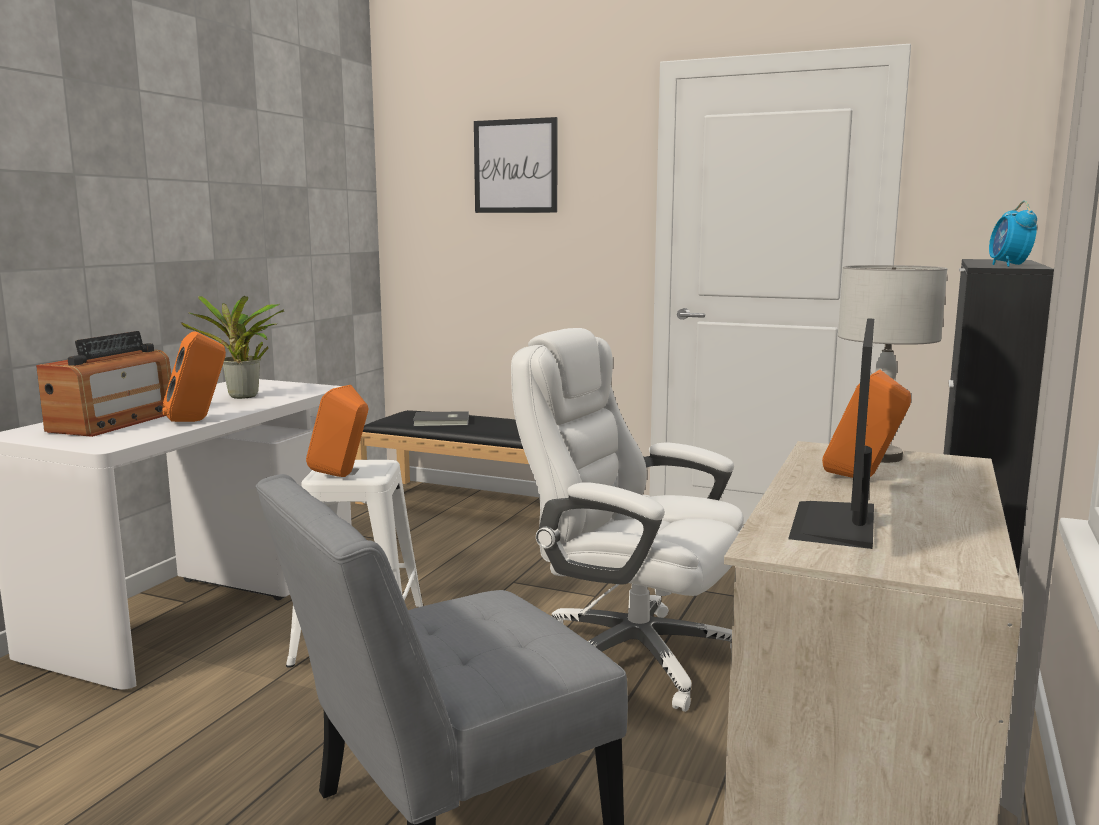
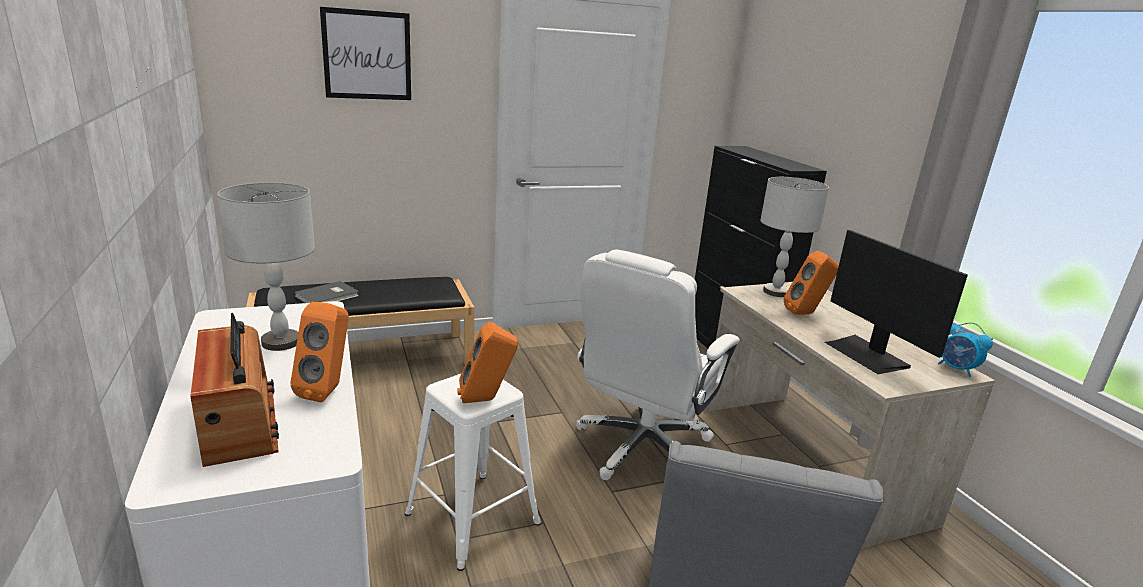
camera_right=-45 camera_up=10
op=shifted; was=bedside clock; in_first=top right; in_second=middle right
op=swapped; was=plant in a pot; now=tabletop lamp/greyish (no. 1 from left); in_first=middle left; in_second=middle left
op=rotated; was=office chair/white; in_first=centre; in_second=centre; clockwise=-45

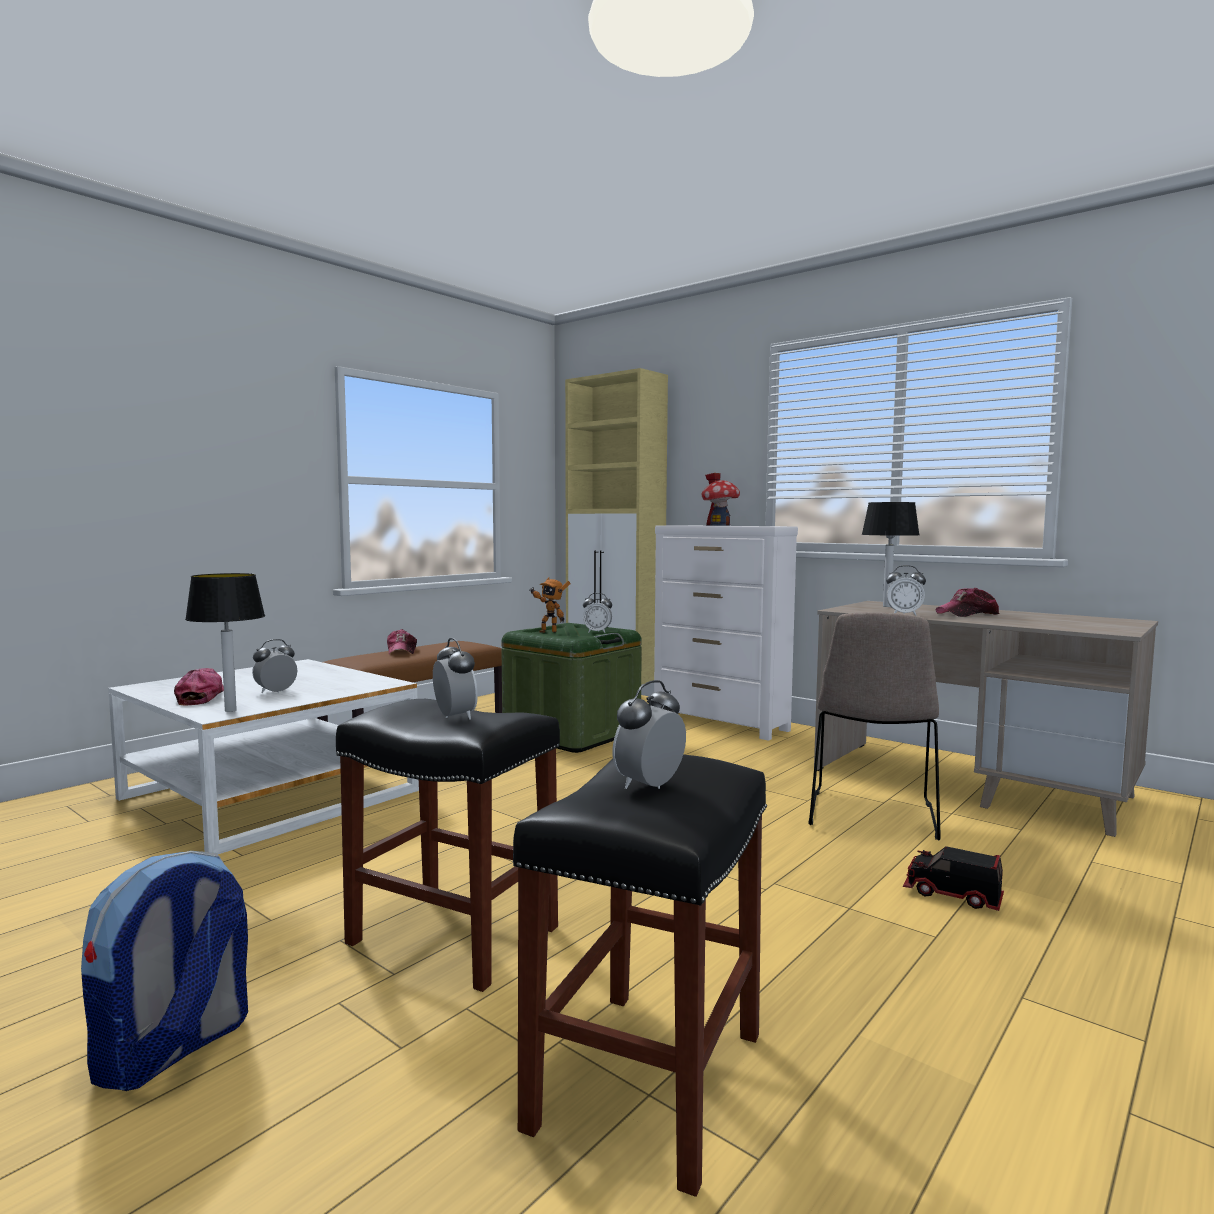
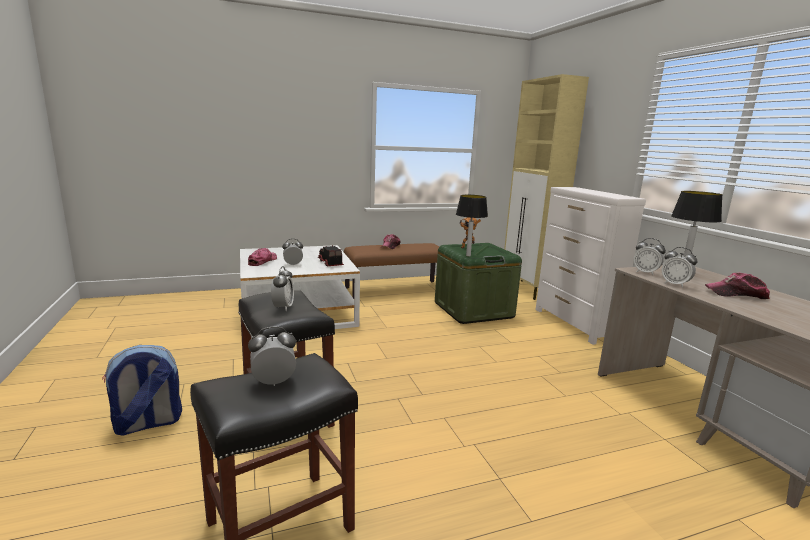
camera_right=30 camera_up=10
op=gone; was=model house; in_first=centre
op=gone; was=upright chair/beige; in_first=middle right
op=shifted; was=tabletop lamp (no. 1 from left); in_first=middle left; in_second=centre
op=shifted; was=bedside clock (no. 3 from left in the first image); now=bedside clock (no. 4 from left); in_first=centre; in_second=middle right
op=shifted; was=toy lorry; in_first=bottom right; in_second=centre

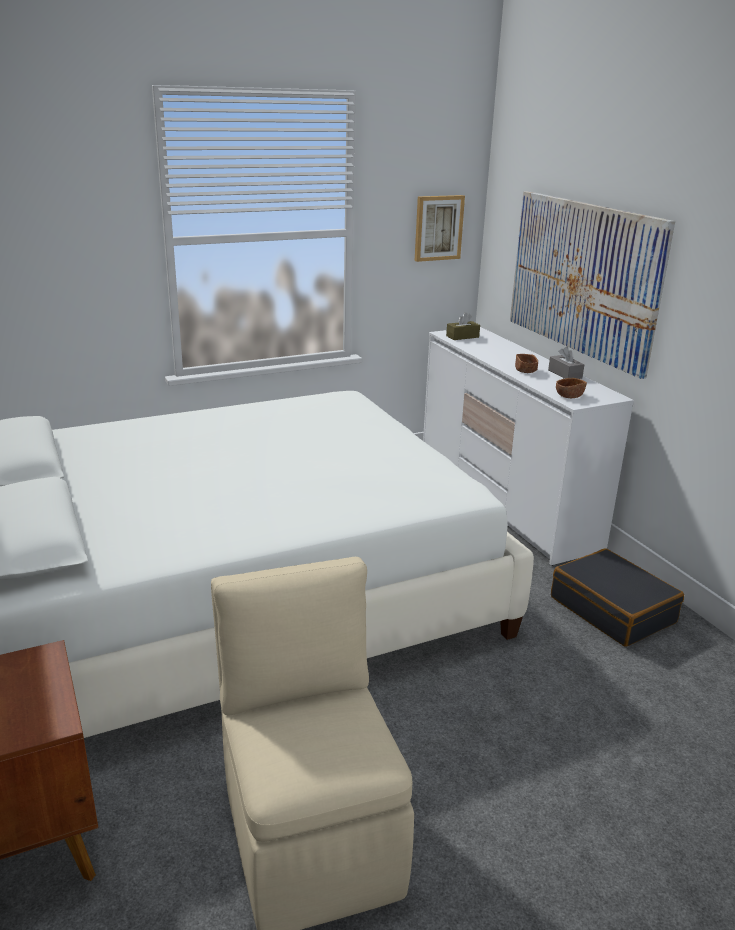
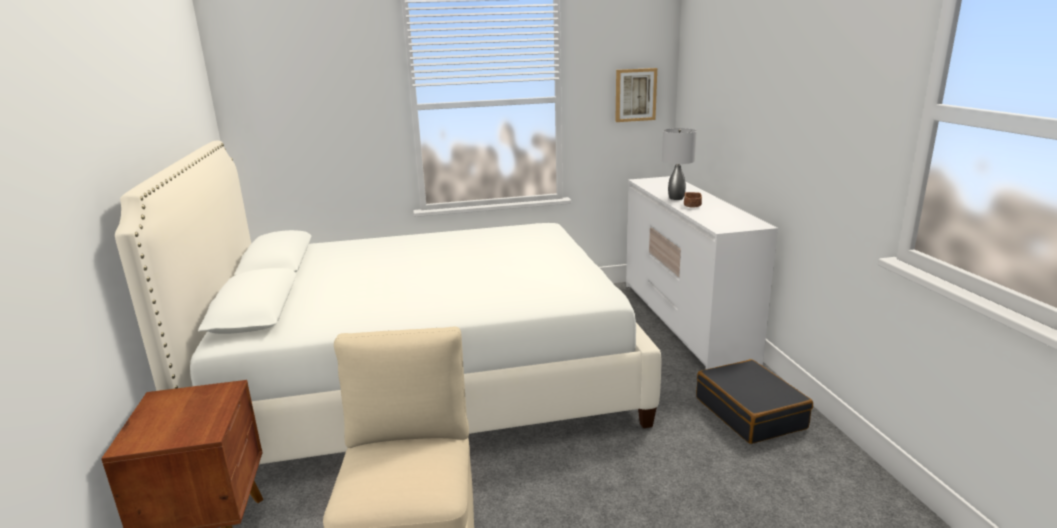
camera_right=15 camera_up=-5
op=gone; was=box of tissues/brown; in_first=centre
op=gone; was=wall art (no. 2 from left); in_first=top right
op=gone; was=box of tissues/greyish; in_first=middle right
op=gone; was=bowl/brown (no. 2 from left); in_first=middle right
op=new; now=tabletop lamp/greyish; in_second=top centre

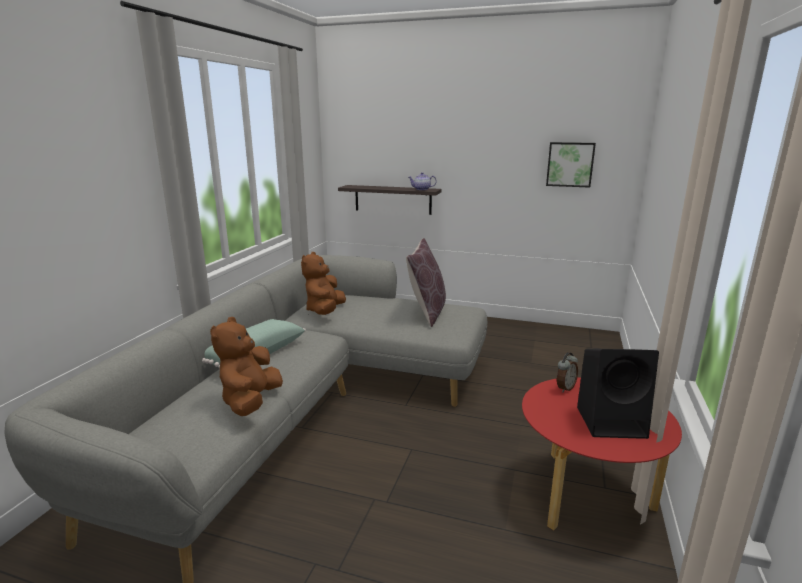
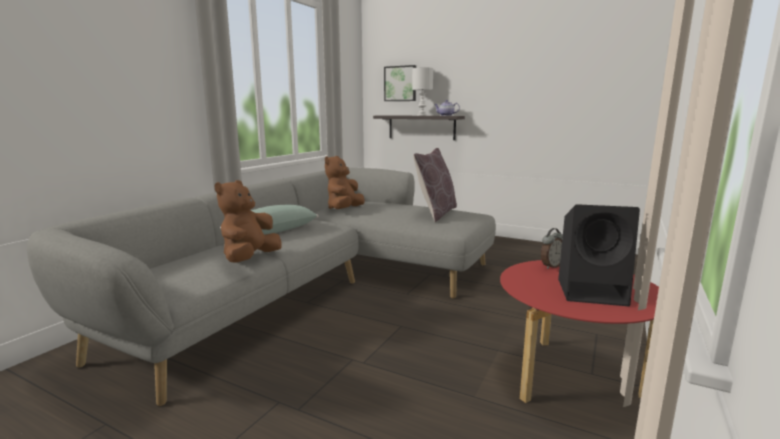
camera_right=10 camera_up=-5
op=new; now=tabletop lamp/white; in_second=top centre
op=shifted; was=wall art; in_first=top right; in_second=top centre

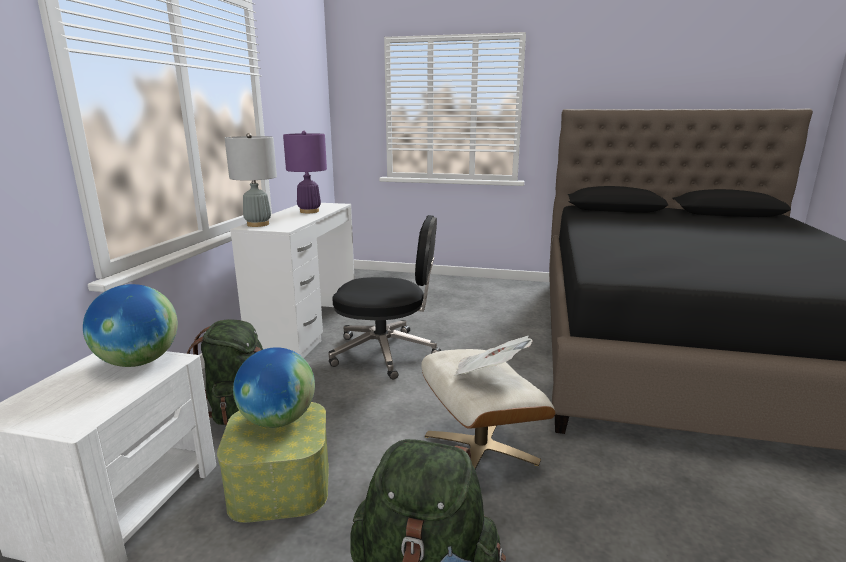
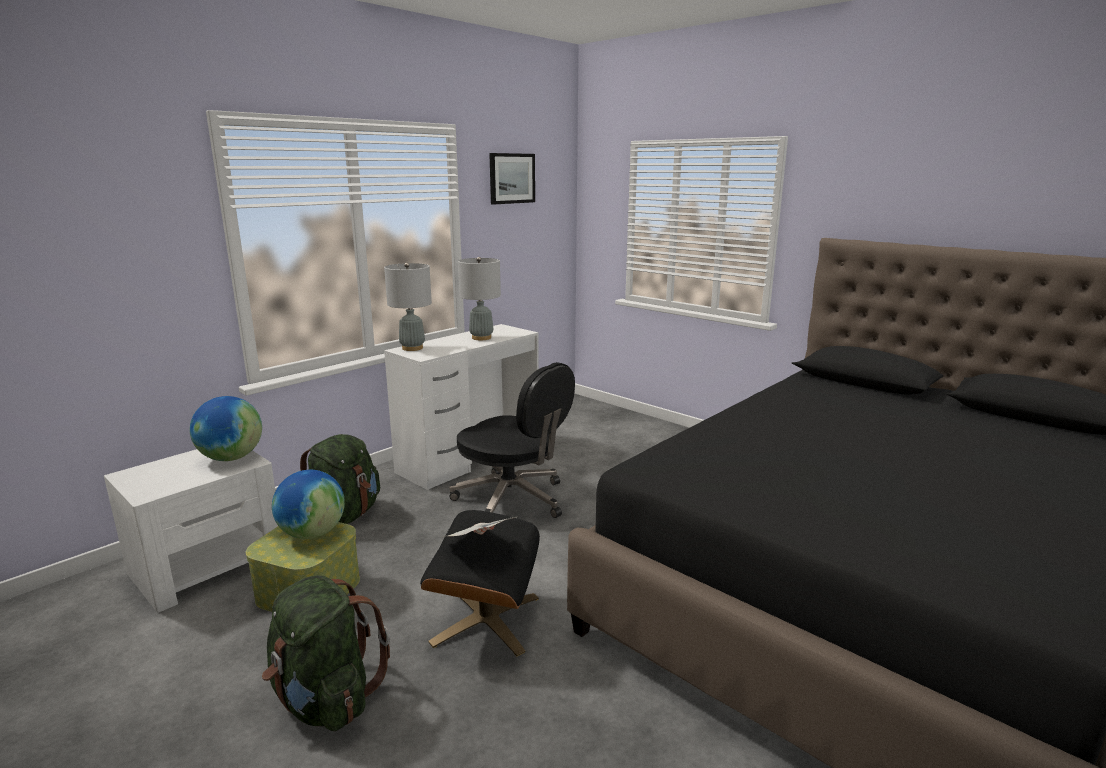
camera_right=30 camera_up=0
op=new; now=wall art; in_second=top centre
op=repainted; was=tabletop lamp/purple; now=tabletop lamp/greyish (no. 2 from left); in_first=top centre; in_second=centre
op=repainted; was=footrest/beige; now=footrest/black; in_first=bottom centre; in_second=bottom centre

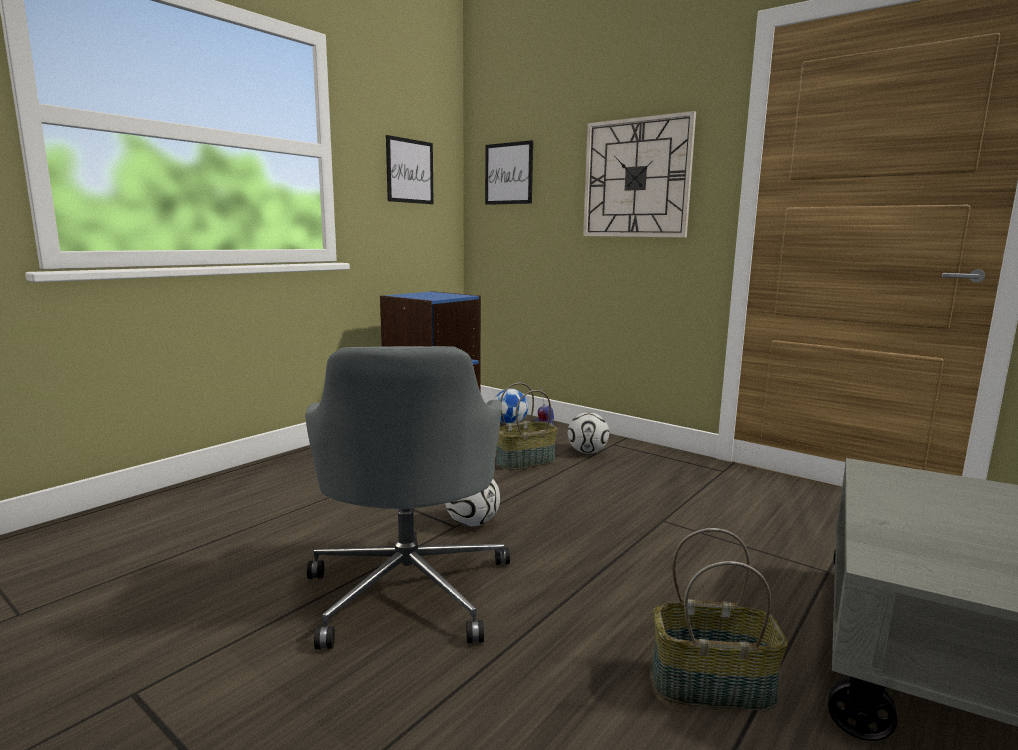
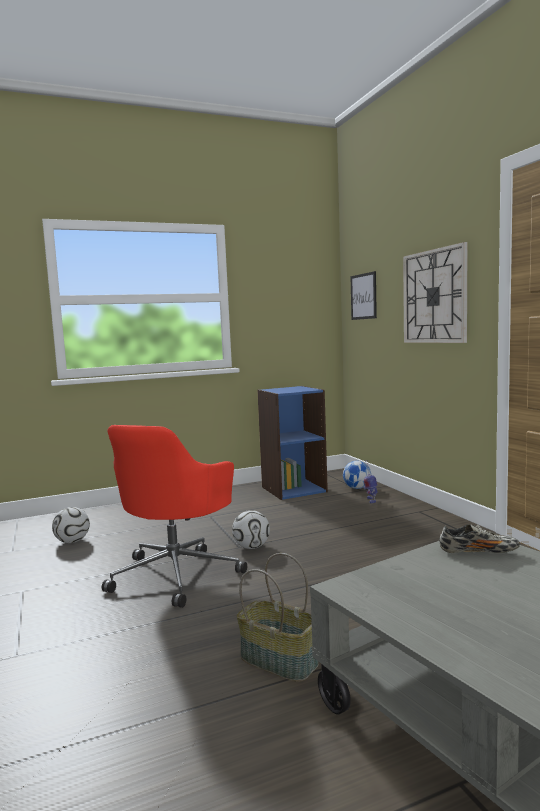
camera_right=30 camera_up=-5
op=gone; was=wall art (no. 1 from left); in_first=top centre
op=gone; was=storage basket (no. 1 from left); in_first=centre
op=new; now=item of footwear; in_second=middle right
op=shifted; was=ball for football (no. 3 from left in the first image); now=ball for football (no. 1 from left); in_first=centre; in_second=middle left
op=repainted; was=office chair/greyish; now=office chair/reddish; in_first=centre; in_second=middle left

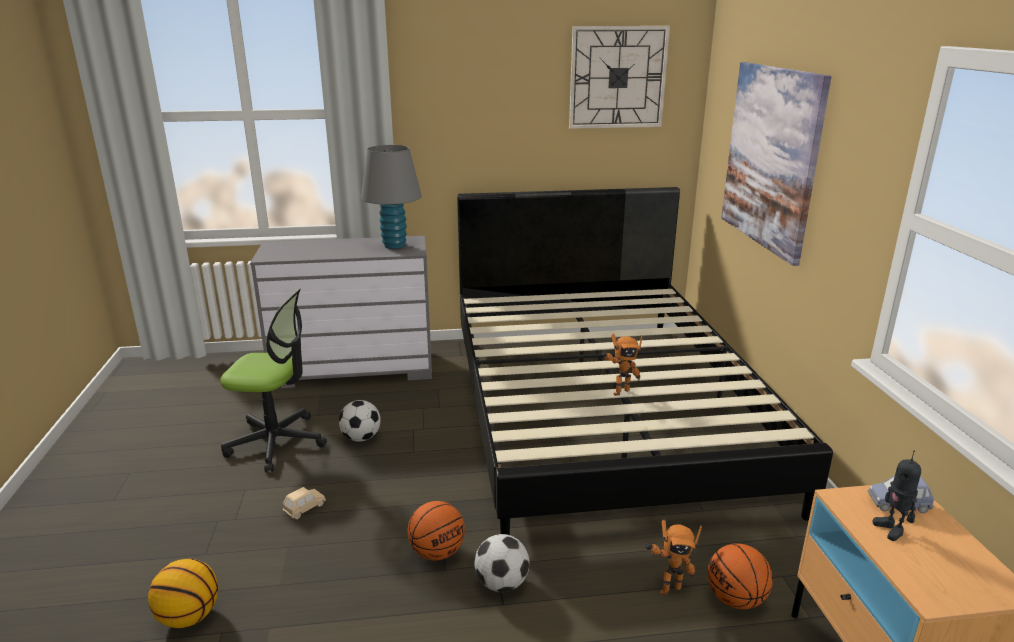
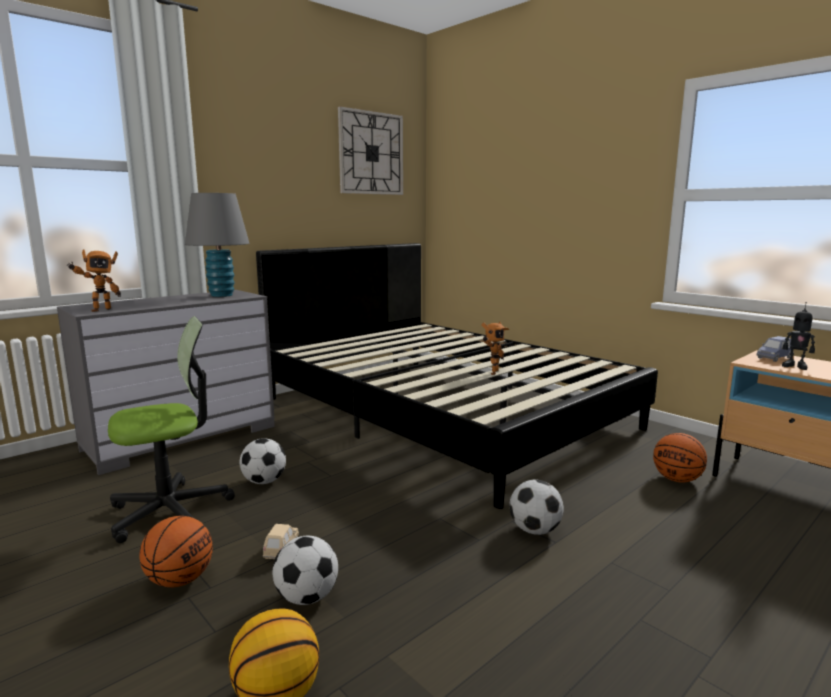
camera_right=-35 camera_up=-10
op=gone; was=wall art; in_first=top right
op=new; now=ball for football (no. 2 from left); in_second=bottom centre
op=shifted; was=basketball ball (no. 2 from left in the first image); now=basketball ball (no. 1 from left); in_first=bottom centre; in_second=bottom left
op=shifted; was=robot figure (no. 2 from left in the first image); now=robot figure (no. 1 from left); in_first=bottom centre; in_second=middle left

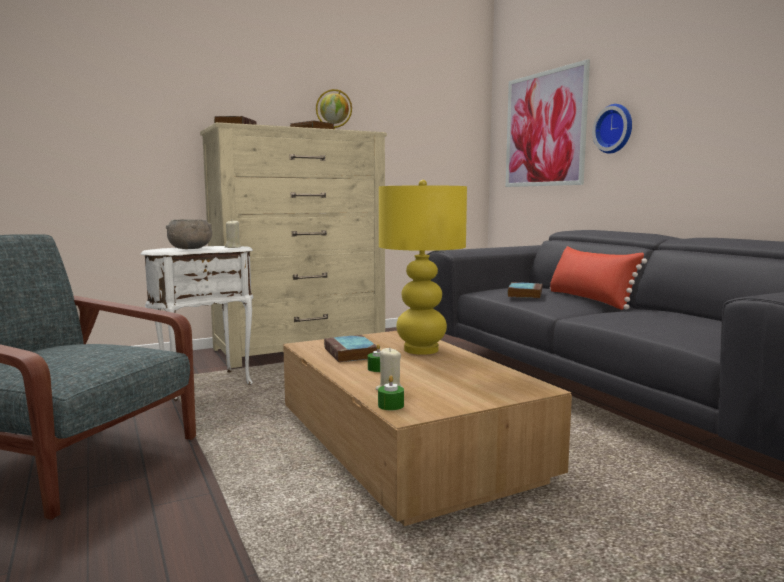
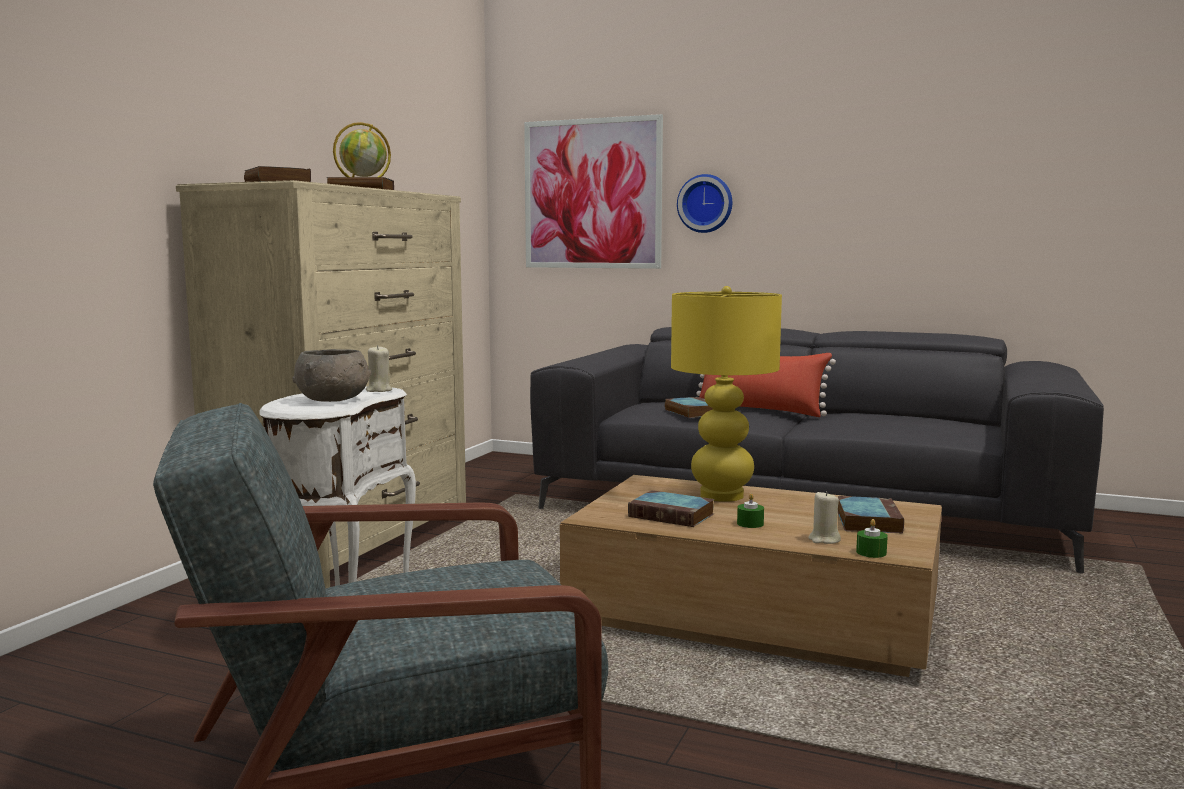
camera_right=-40 camera_up=0
op=new; now=book (no. 5 from left); in_second=middle right

